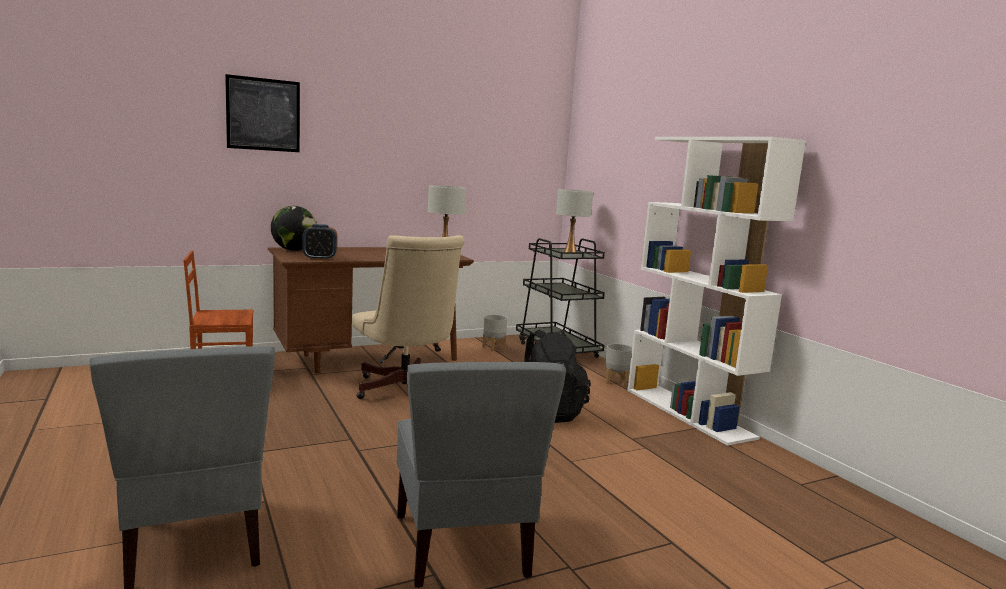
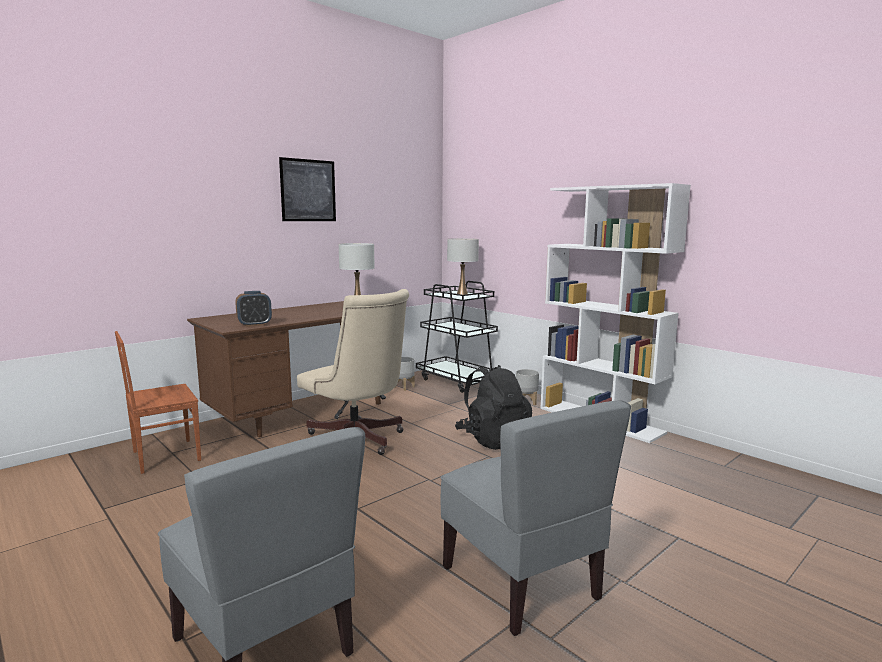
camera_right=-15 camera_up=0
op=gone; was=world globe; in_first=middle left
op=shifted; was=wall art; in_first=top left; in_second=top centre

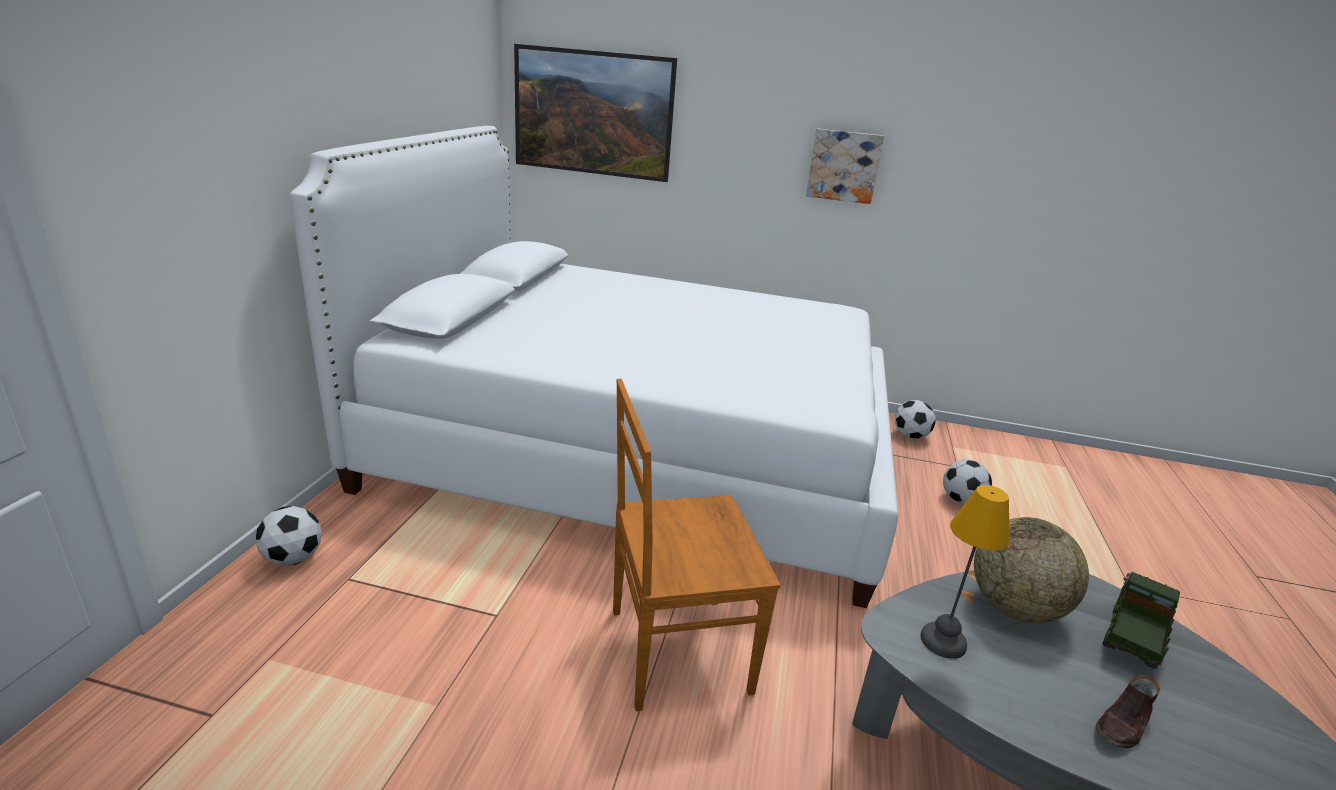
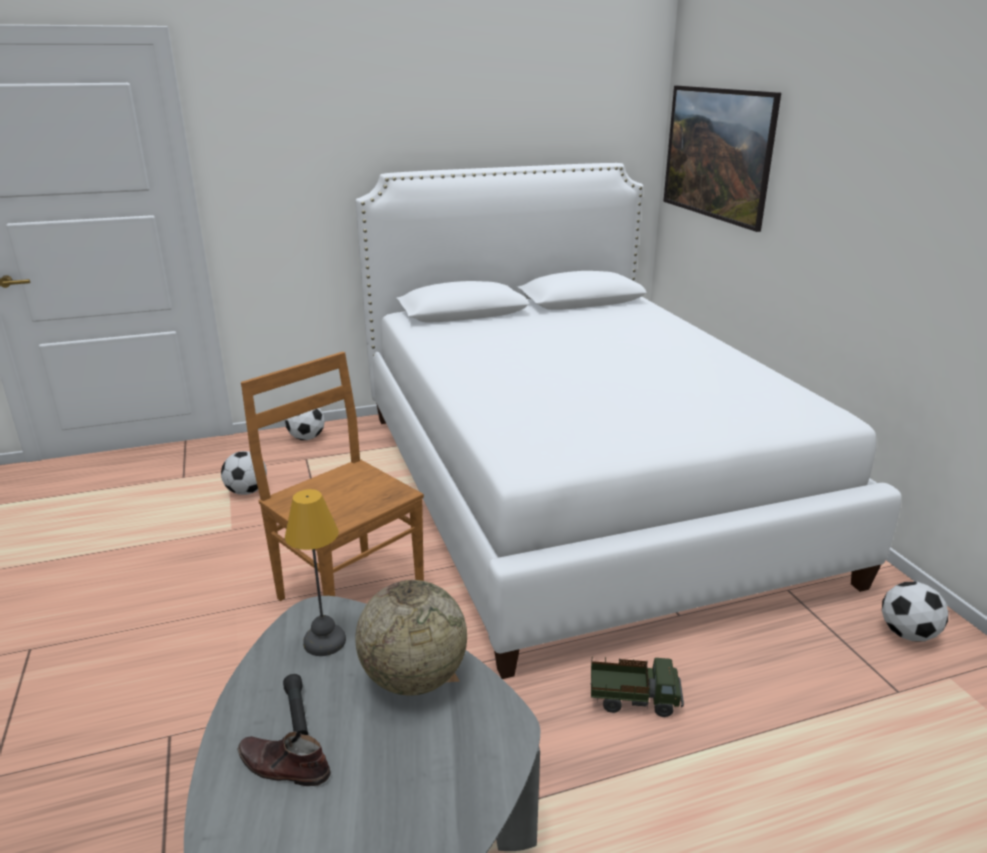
camera_right=60 camera_up=0
op=gone; was=wall art (no. 2 from left); in_first=top centre
op=new; now=torch/black; in_second=bottom left
op=shifted; was=ball for football (no. 3 from left in the first image); now=ball for football (no. 1 from left); in_first=middle right; in_second=middle left
op=shifted; was=toy lorry; in_first=bottom right; in_second=bottom centre

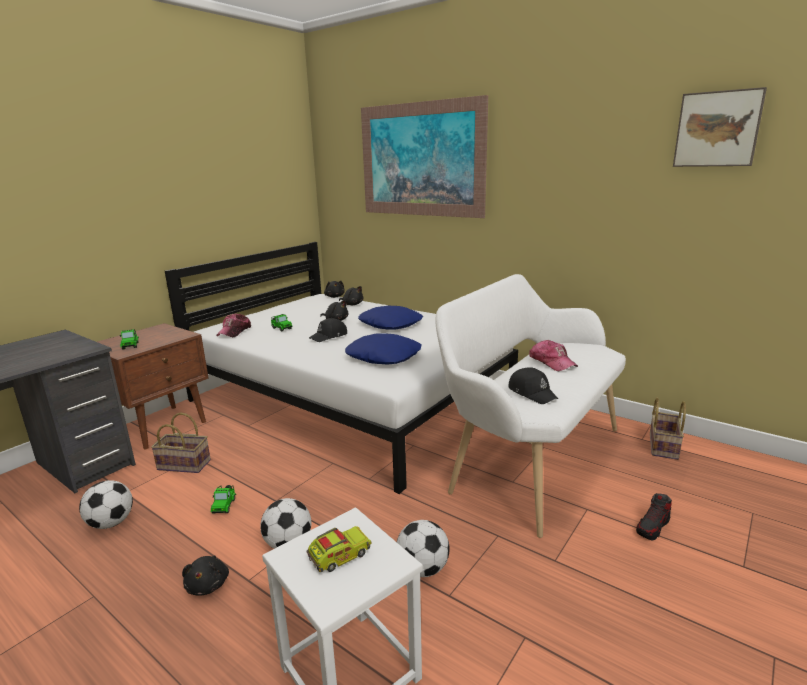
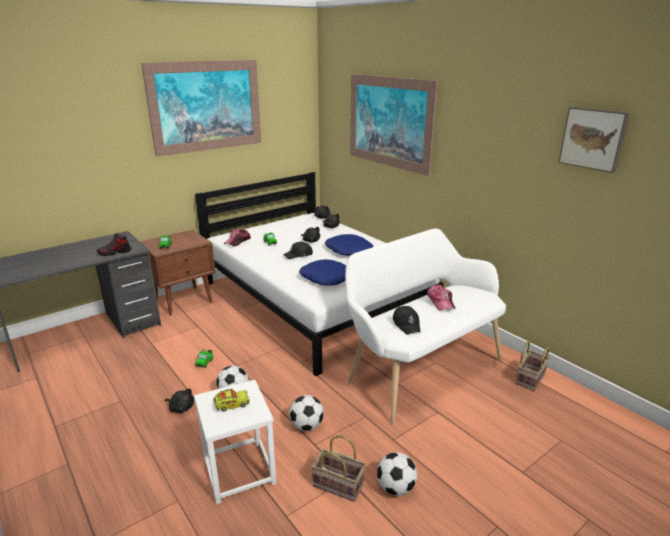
camera_right=15 camera_up=5
op=new; now=wall art (no. 1 from left); in_second=top left
op=shifted; was=ball for football (no. 1 from left in the first image); now=ball for football (no. 3 from left); in_first=bottom left; in_second=bottom centre
op=shifted; was=storage basket (no. 1 from left); in_first=middle left; in_second=bottom centre
op=shifted; was=item of footwear; in_first=bottom right; in_second=middle left
op=rotated; was=plush toy/black (no. 1 from left); in_first=bottom left; in_second=bottom left; clockwise=-75

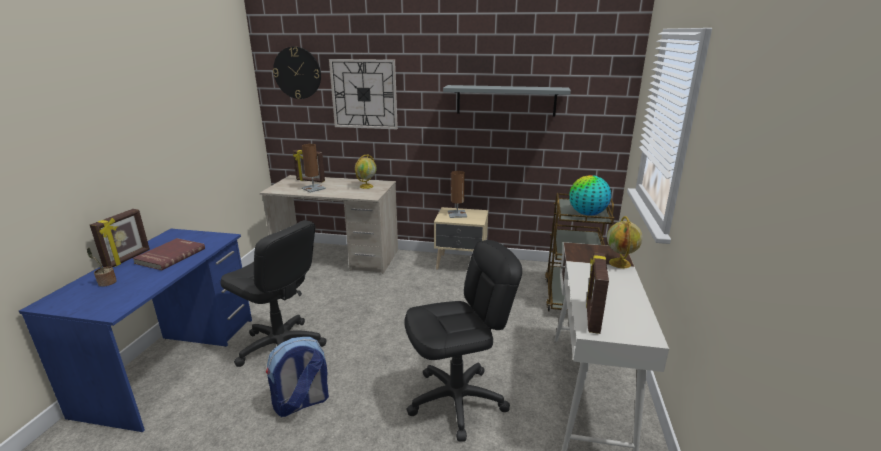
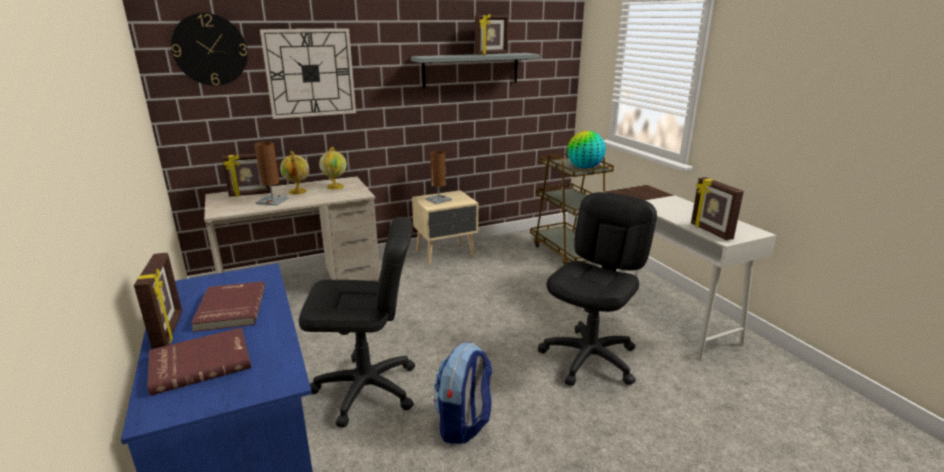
camera_right=-35 camera_up=0
op=new; now=photo frame (no. 3 from left); in_second=top centre
op=shifted; was=world globe (no. 3 from left in the first image); now=world globe (no. 1 from left); in_first=middle right; in_second=middle left
op=swapped; was=plant in a pot; now=book/reddish (no. 1 from left); in_first=middle left; in_second=bottom left

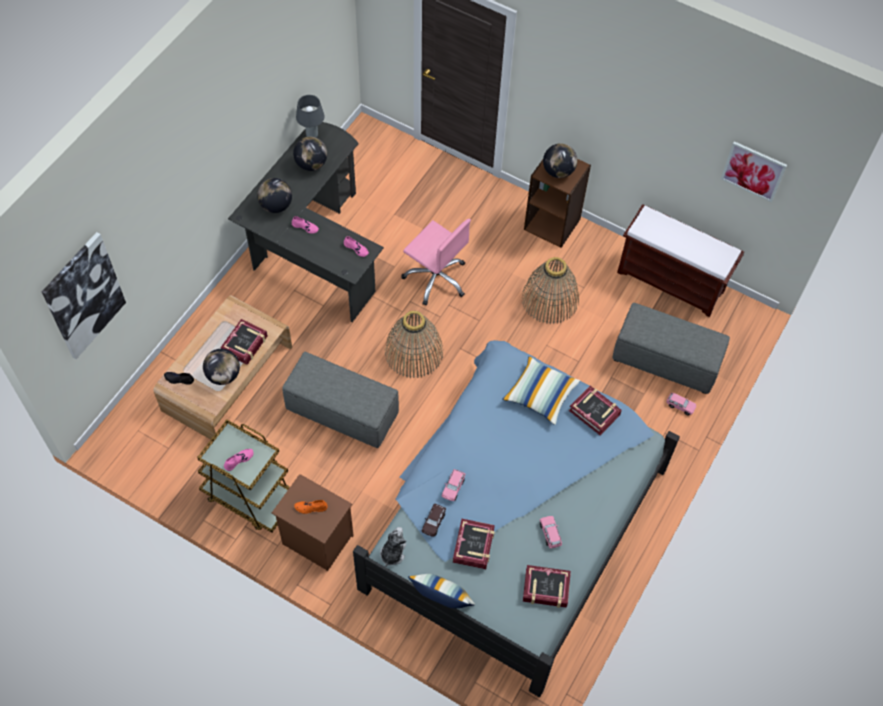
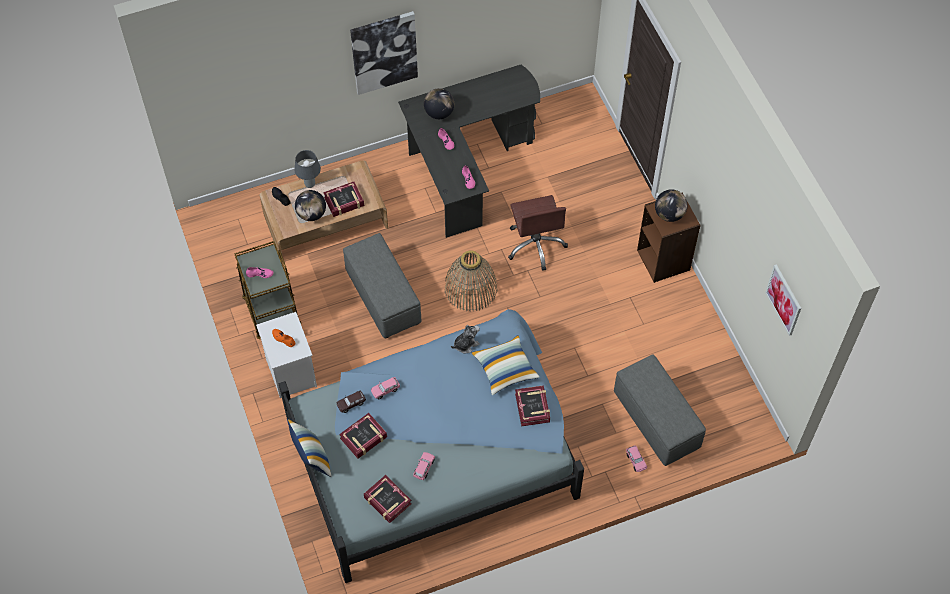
camera_right=40 camera_up=0
op=gone; was=world globe (no. 3 from left); in_first=top centre
op=gone; was=storage basket (no. 2 from left); in_first=centre
op=gone; was=bench/brown; in_first=middle right
op=shifted; was=wall art (no. 1 from left); in_first=middle left; in_second=top centre
op=shifted; was=tabletop lamp/greyish; in_first=top centre; in_second=top left
op=shifted; was=plush toy; in_first=bottom centre; in_second=centre
op=repainted; was=bedside table/brown; now=bedside table/white; in_first=bottom centre; in_second=middle left
op=repainted; was=office chair/pinkish; now=office chair/brown; in_first=centre; in_second=centre

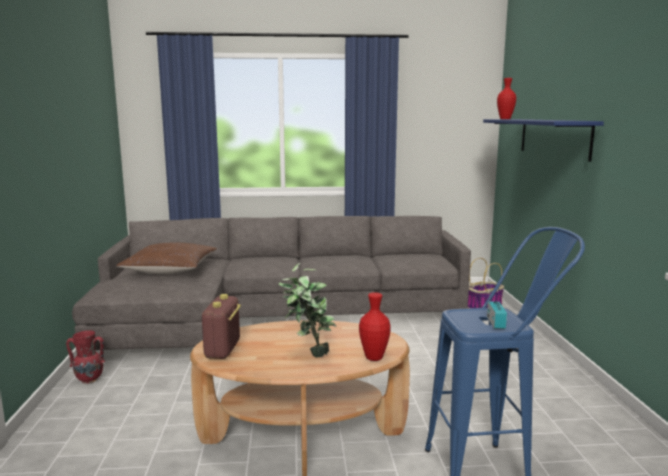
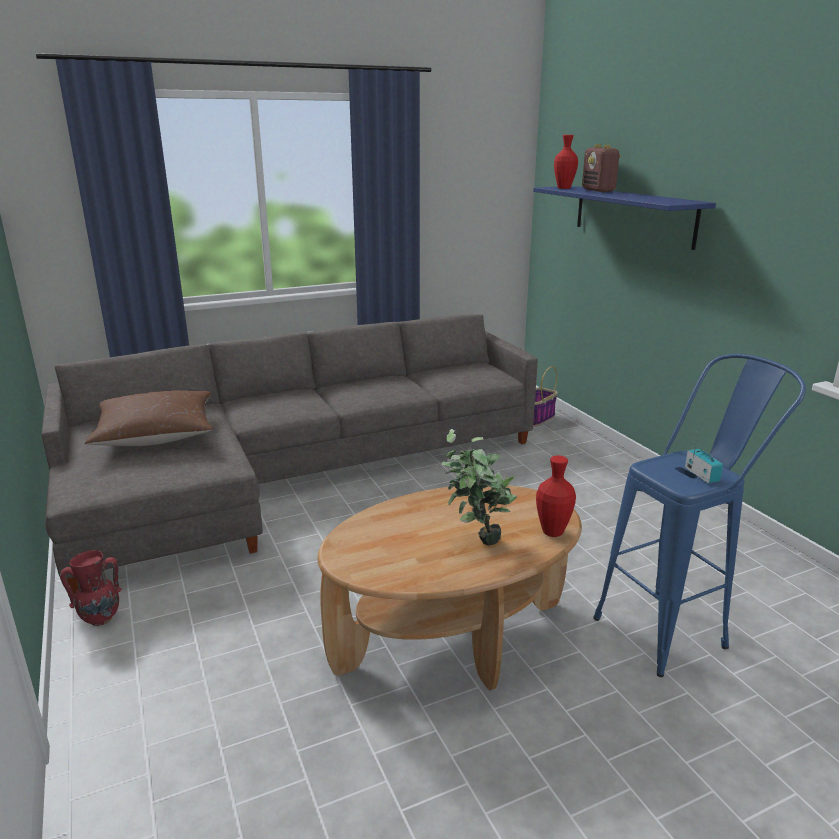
camera_right=-20 camera_up=10
op=shifted; was=radio receiver (no. 1 from left); in_first=bottom left; in_second=top right

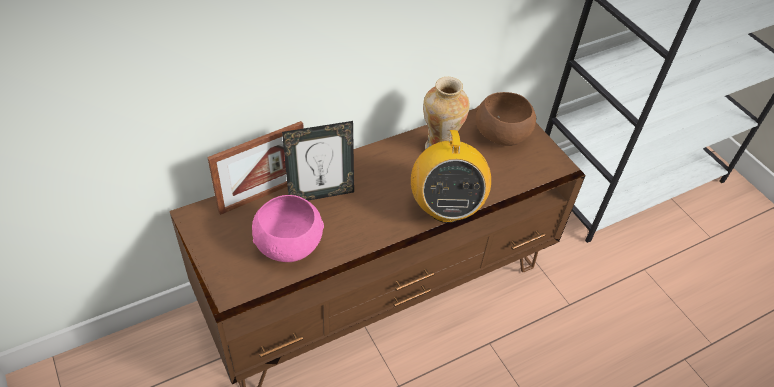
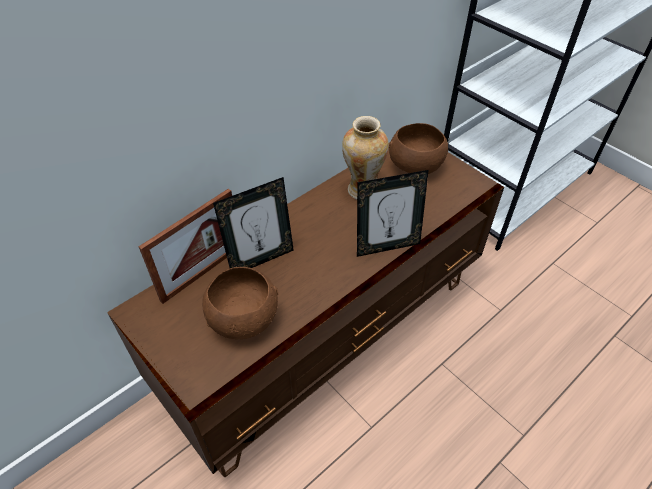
camera_right=-10 camera_up=0
op=swapped; was=radio receiver; now=photo frame (no. 3 from left); in_first=centre; in_second=centre
op=repainted; was=bowl/pinkish; now=bowl/brown (no. 1 from left); in_first=centre; in_second=centre

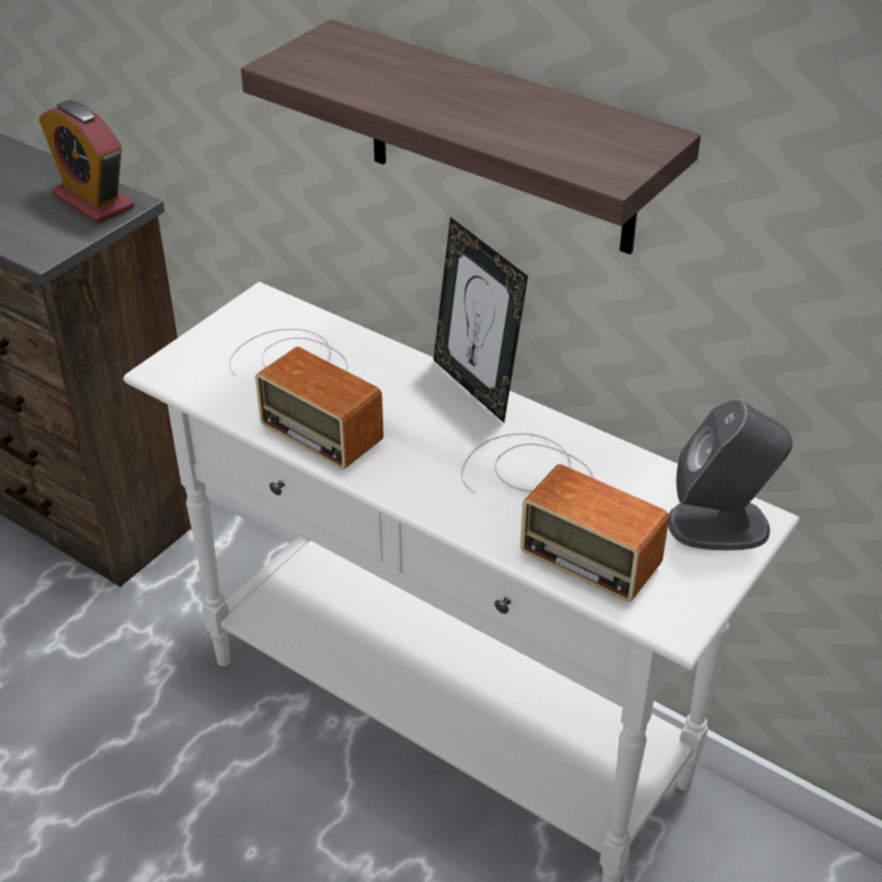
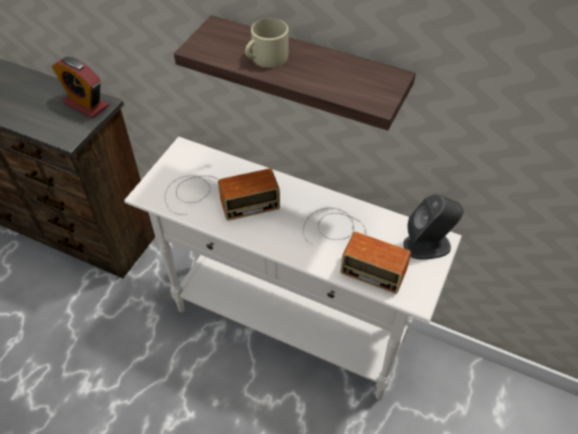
camera_right=-10 camera_up=10
op=gone; was=photo frame; in_first=centre
op=new; now=mug/beige; in_second=top centre
op=rotated; was=radio receiver (no. 1 from left); in_first=centre; in_second=centre; clockwise=-45

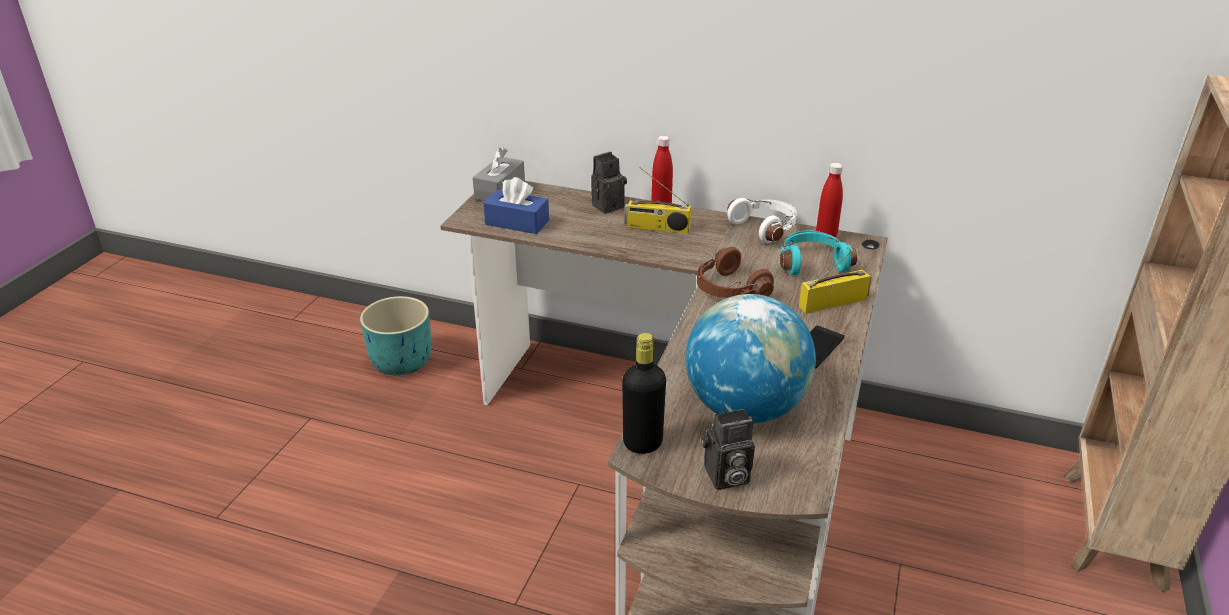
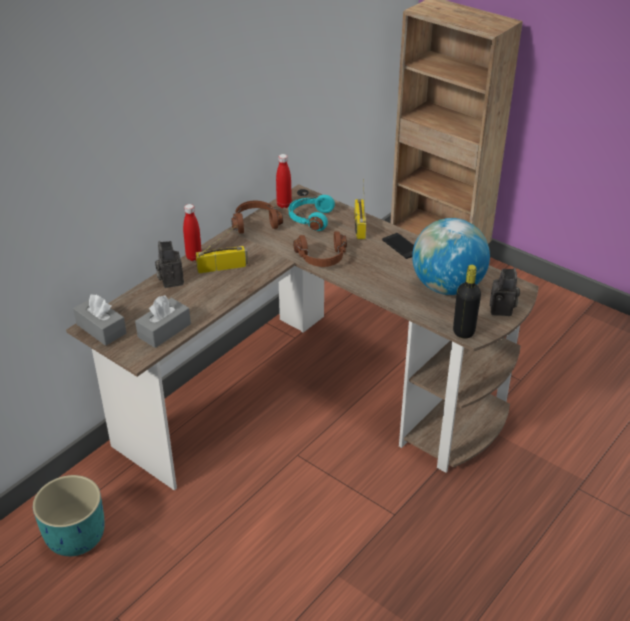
camera_right=-70 camera_up=5
op=repainted; was=box of tissues/blue; now=box of tissues/greyish (no. 2 from left); in_first=centre; in_second=middle left
op=repainted; was=pair of headphones/white; now=pair of headphones/brown (no. 1 from left); in_first=centre; in_second=centre
op=rotated; was=radio receiver (no. 1 from left); in_first=top centre; in_second=centre; clockwise=-135

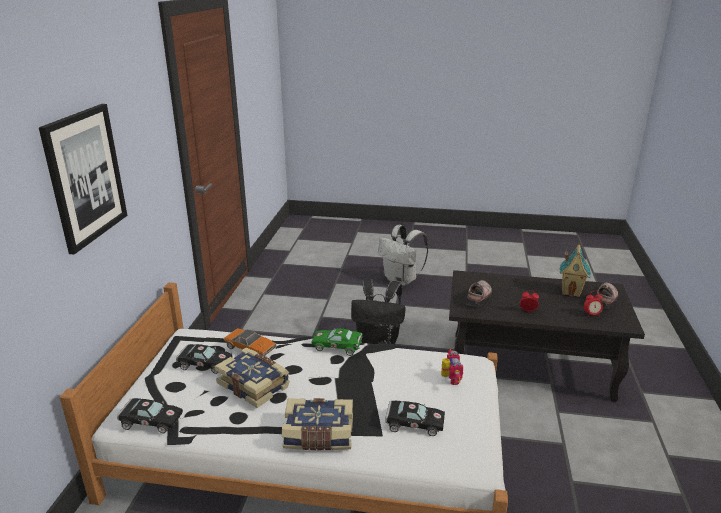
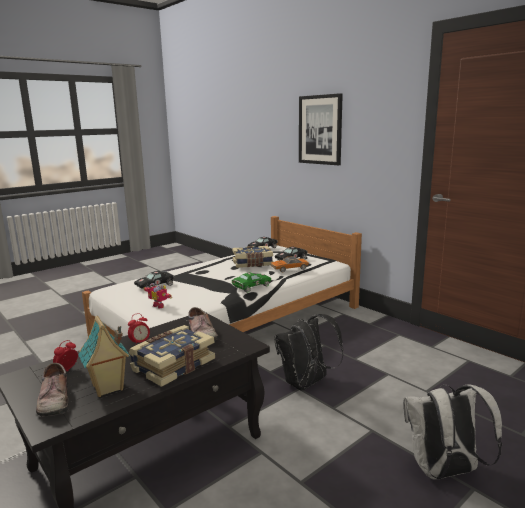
camera_right=130 camera_up=-10
op=shifted; was=book (no. 2 from left in the first image); now=book (no. 1 from left); in_first=bottom centre; in_second=bottom left

